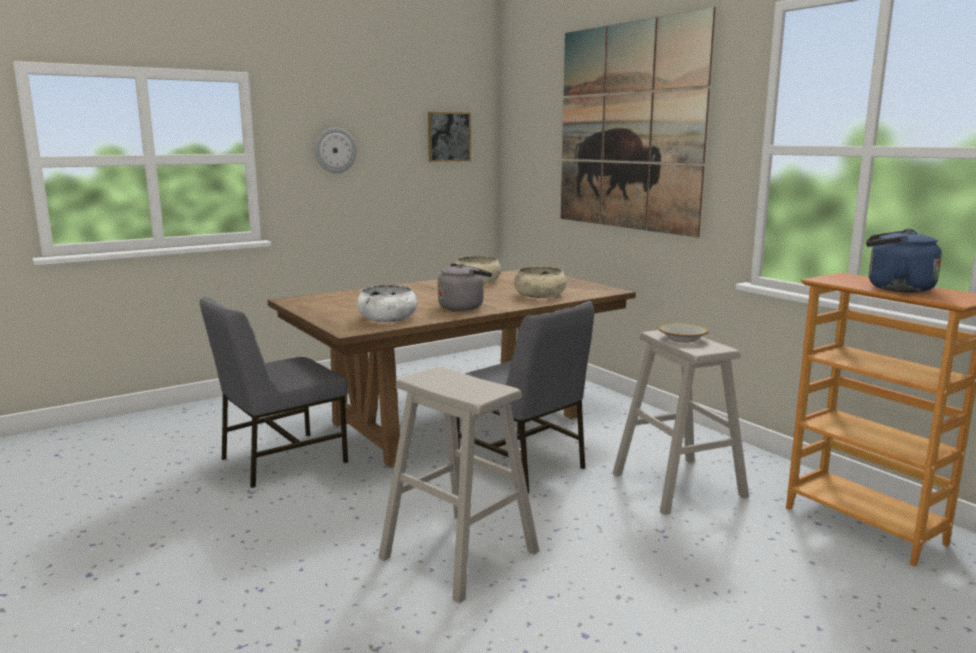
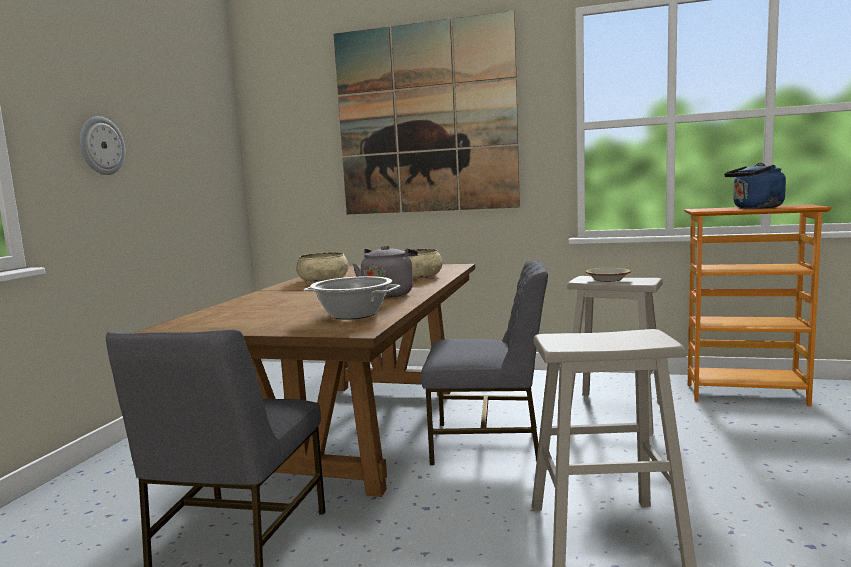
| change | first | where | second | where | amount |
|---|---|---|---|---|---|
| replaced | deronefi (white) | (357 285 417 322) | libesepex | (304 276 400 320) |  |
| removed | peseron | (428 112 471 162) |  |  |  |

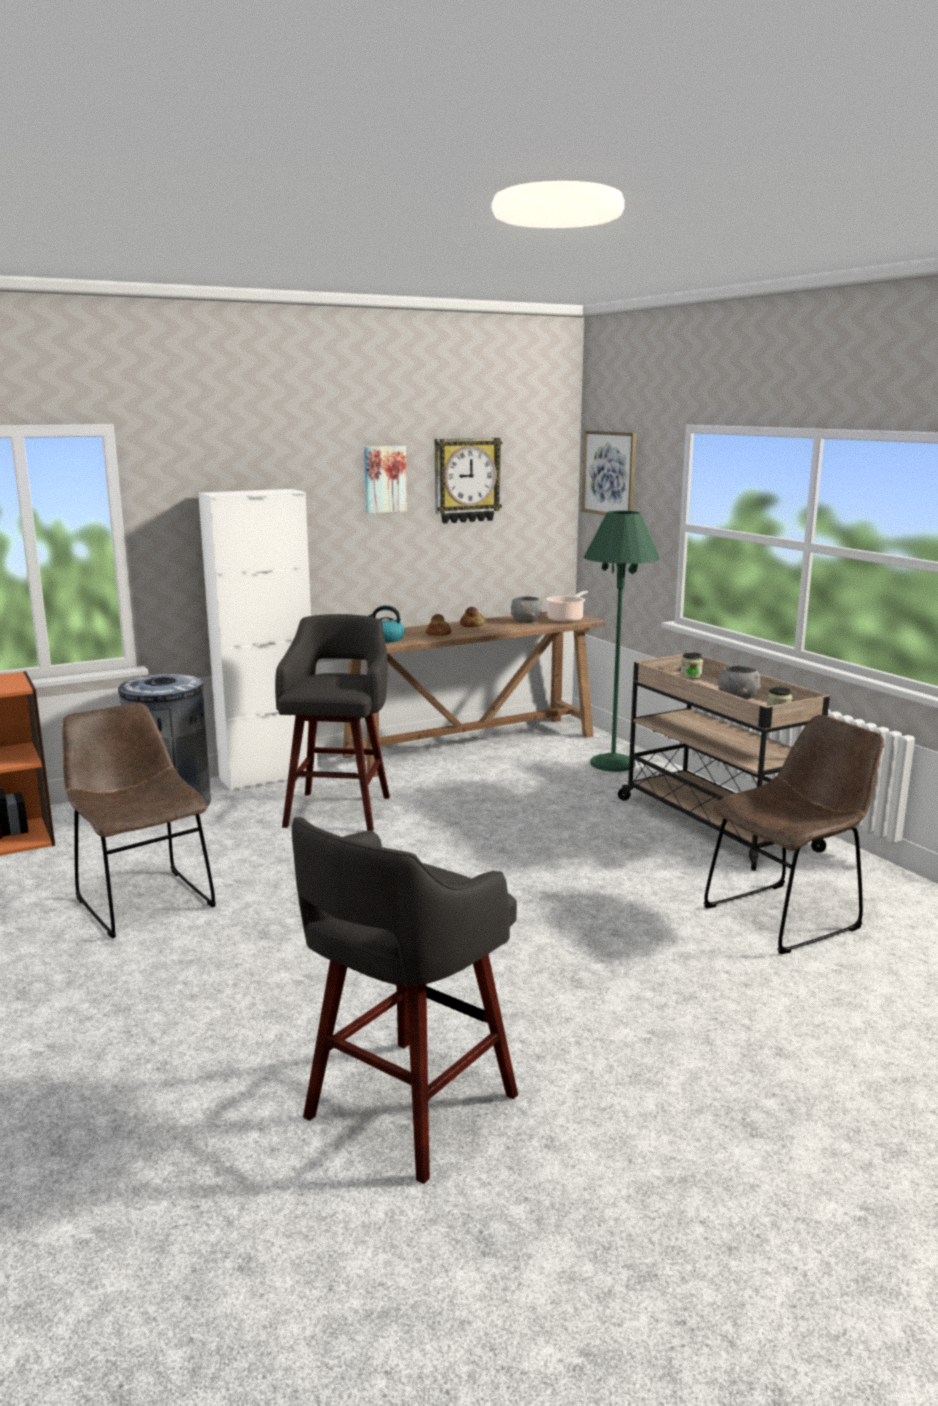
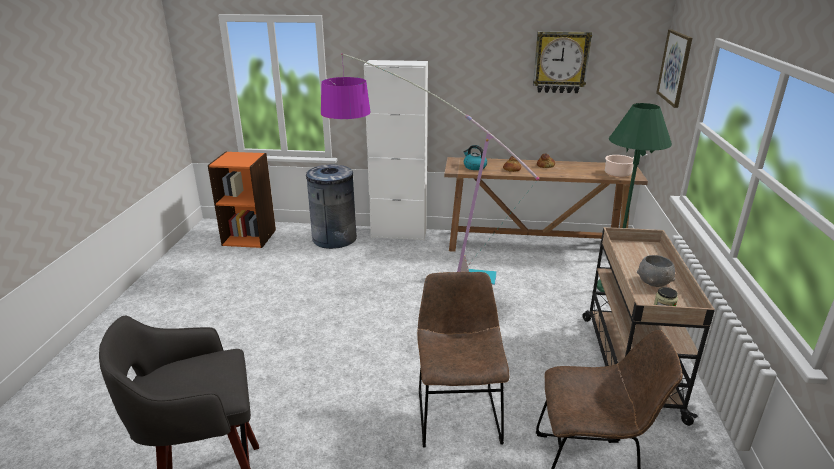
| change | first | where | second | where | amount |
|---|---|---|---|---|---|
| replaced | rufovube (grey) | (275 614 390 831) | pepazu | (321 53 539 285) |  |
| moved | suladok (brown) | (62 702 216 938) |  | (417 272 510 447) |  |
| removed | peseron | (364 446 407 514) |  |  |  |
| removed | deronefi (grey) | (511 596 542 623) |  |  |  |
| removed | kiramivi | (681 652 703 679) |  |  |  |

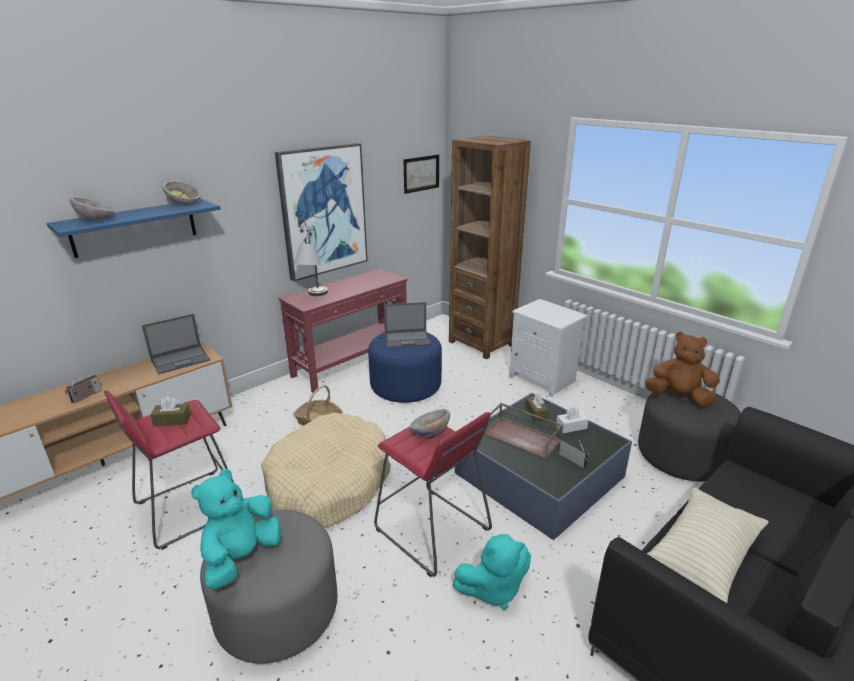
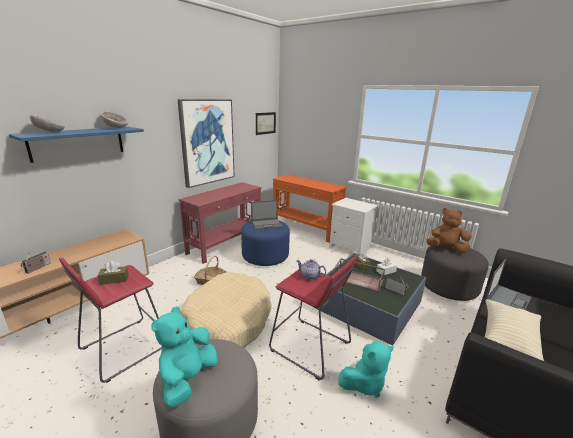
| change | first | where | second | where | amount |
|---|---|---|---|---|---|
| replaced | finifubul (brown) | (449 136 531 359) | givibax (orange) | (273 174 347 243) |  |
| replaced | deronefi | (410 409 450 437) | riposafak | (296 259 326 280) |  |
| moved | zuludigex | (142 314 210 375) |  | (485 259 532 310) |  |
| removed | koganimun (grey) | (294 225 328 296) |  |  |  |

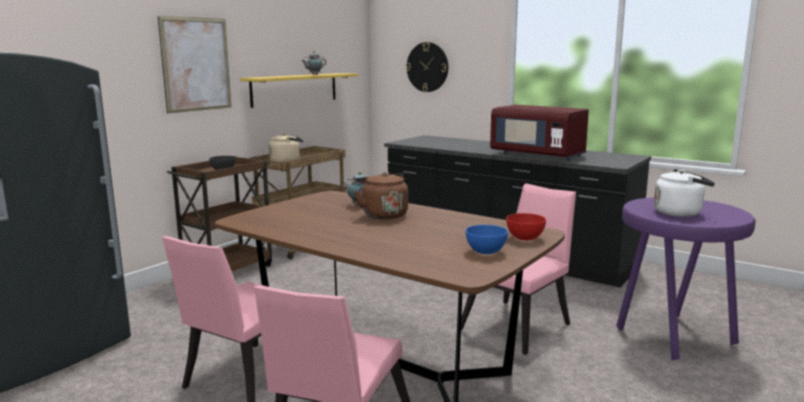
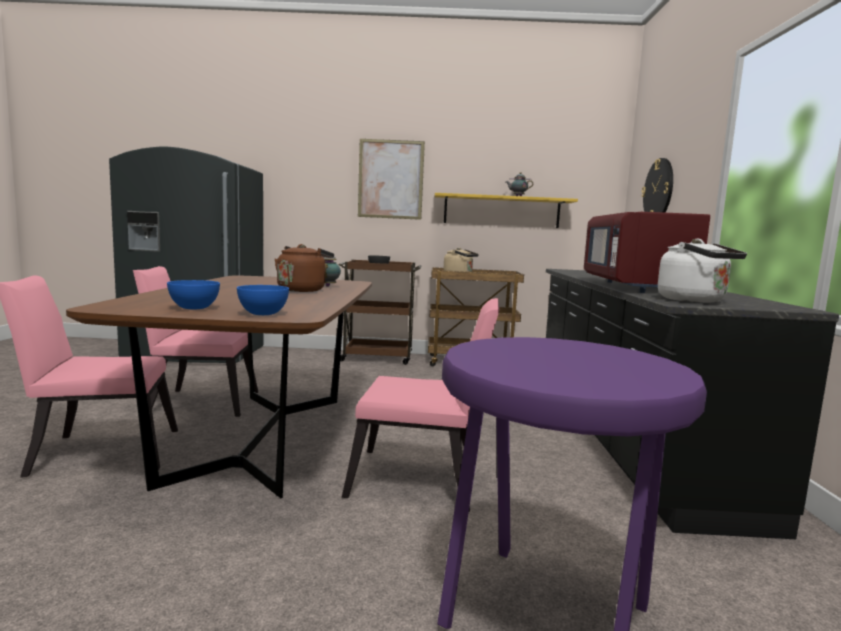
| change | first | where | second | where | amount |
|---|---|---|---|---|---|
| recoloured | deronefi (red) | (506 213 546 240) | deronefi (blue) | (237 285 289 315) |  |
| moved | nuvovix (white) | (654 169 715 217) |  | (658 239 747 303) |  |

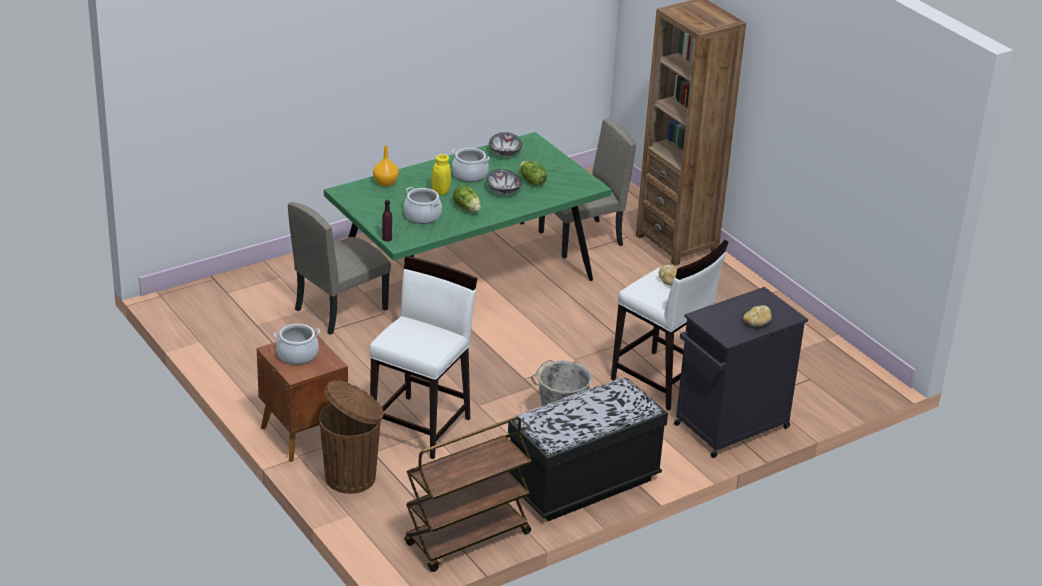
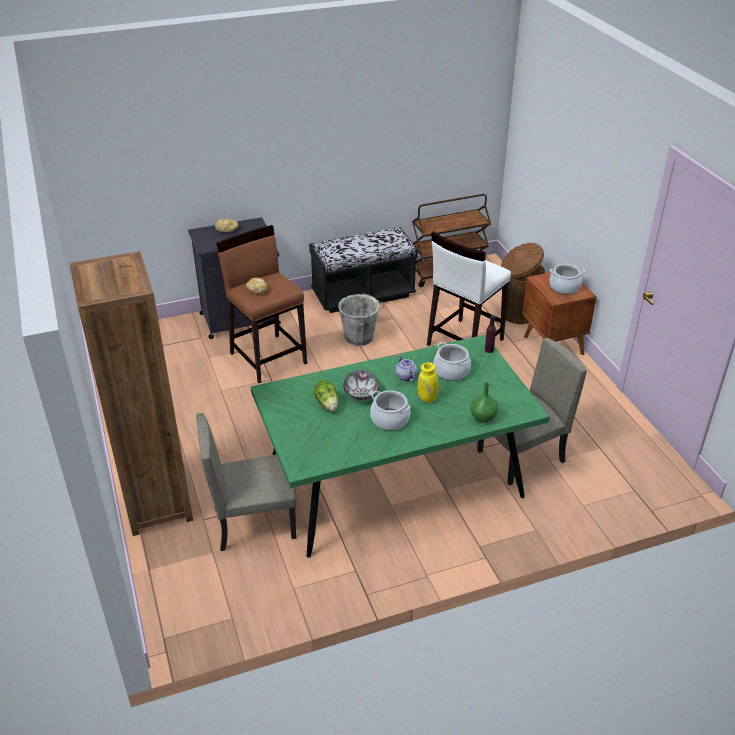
| change | first | where | second | where | amount |
|---|---|---|---|---|---|
| recoloured | rufovube (white) | (611 240 728 411) | rufovube (brown) | (216 225 307 383) |  |
| replaced | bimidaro | (453 185 481 212) | riposafak | (395 355 417 382) |  |
| recoloured | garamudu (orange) | (373 146 399 186) | garamudu (green) | (470 382 498 423) |  |
| removed | deronefi | (489 132 522 157) |  |  |  |

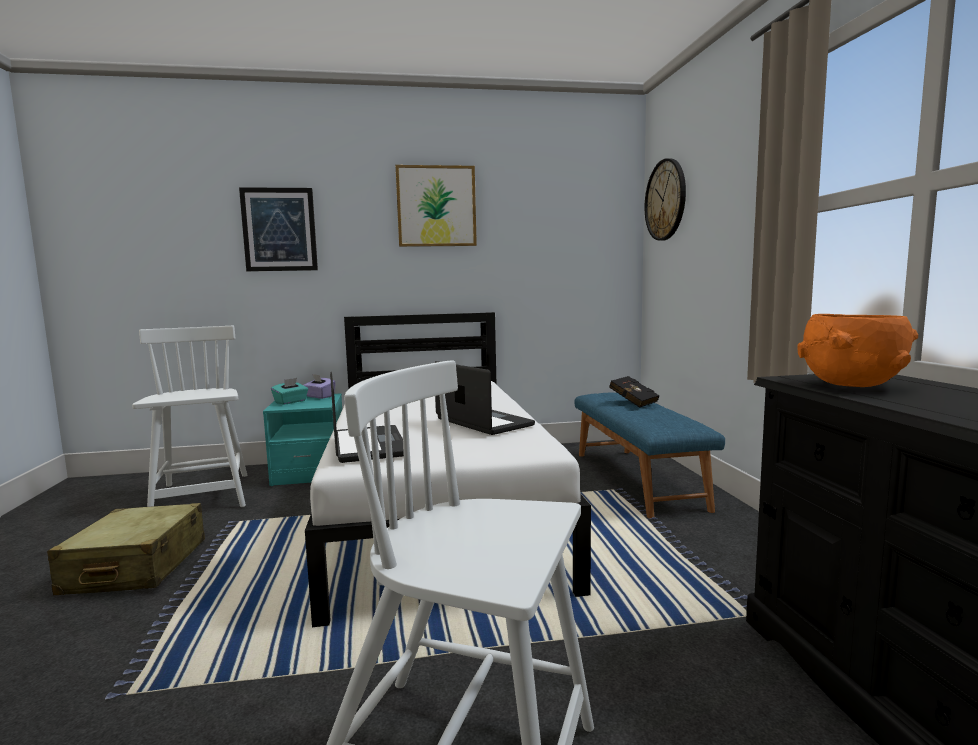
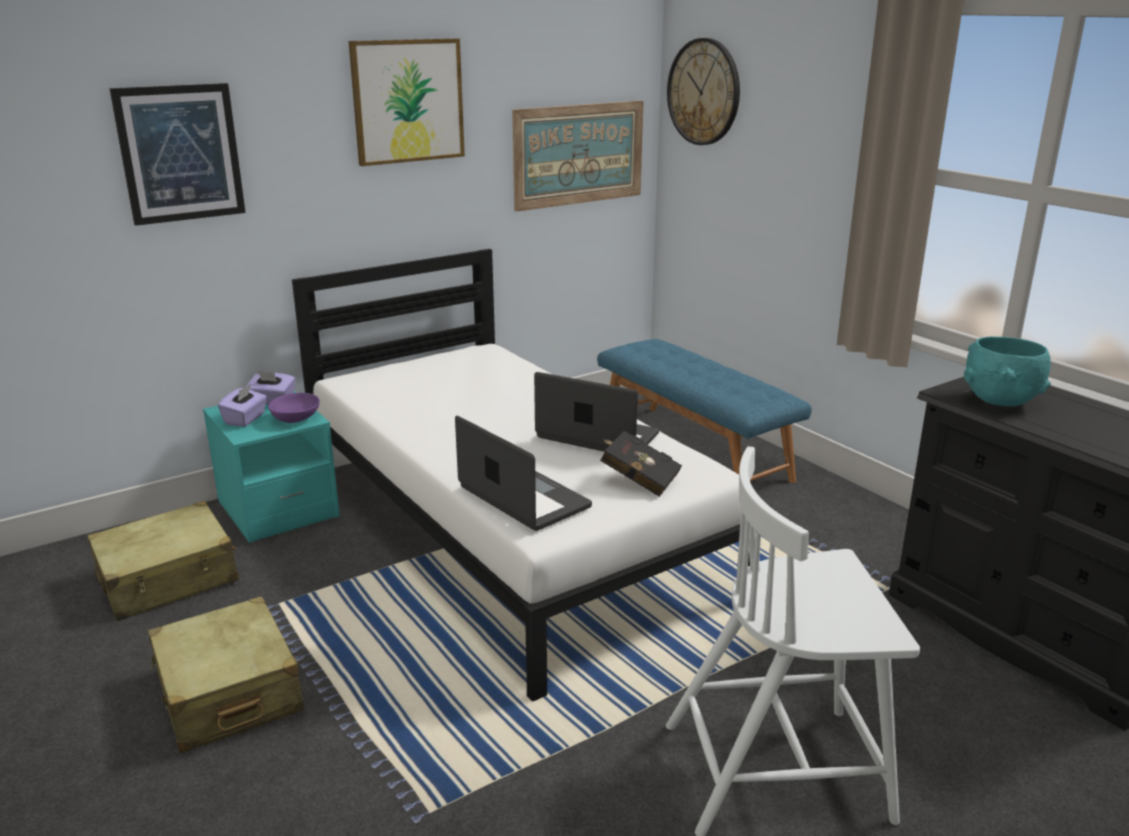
| change | first | where | second | where | amount |
|---|---|---|---|---|---|
| replaced | suladok (white) | (132 326 247 507) | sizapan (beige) | (87 501 239 621) |  |
| recoloured | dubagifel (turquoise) | (271 378 308 405) | dubagifel (purple) | (218 384 267 427) |  |
| added |  |  | deronefi (purple) | (268 393 320 423) |  |
| added |  |  | peseron | (512 101 644 212) |  |
| moved | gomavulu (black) | (609 376 660 408) |  | (600 431 682 497) |  |
| recoloured | deronefi (orange) | (798 314 918 387) | deronefi (turquoise) | (964 336 1051 406) |  |

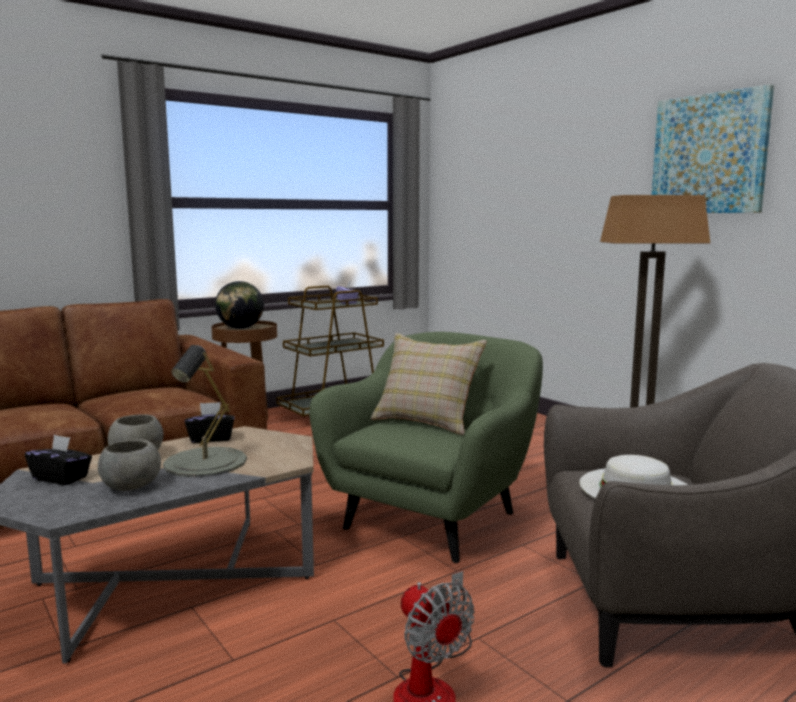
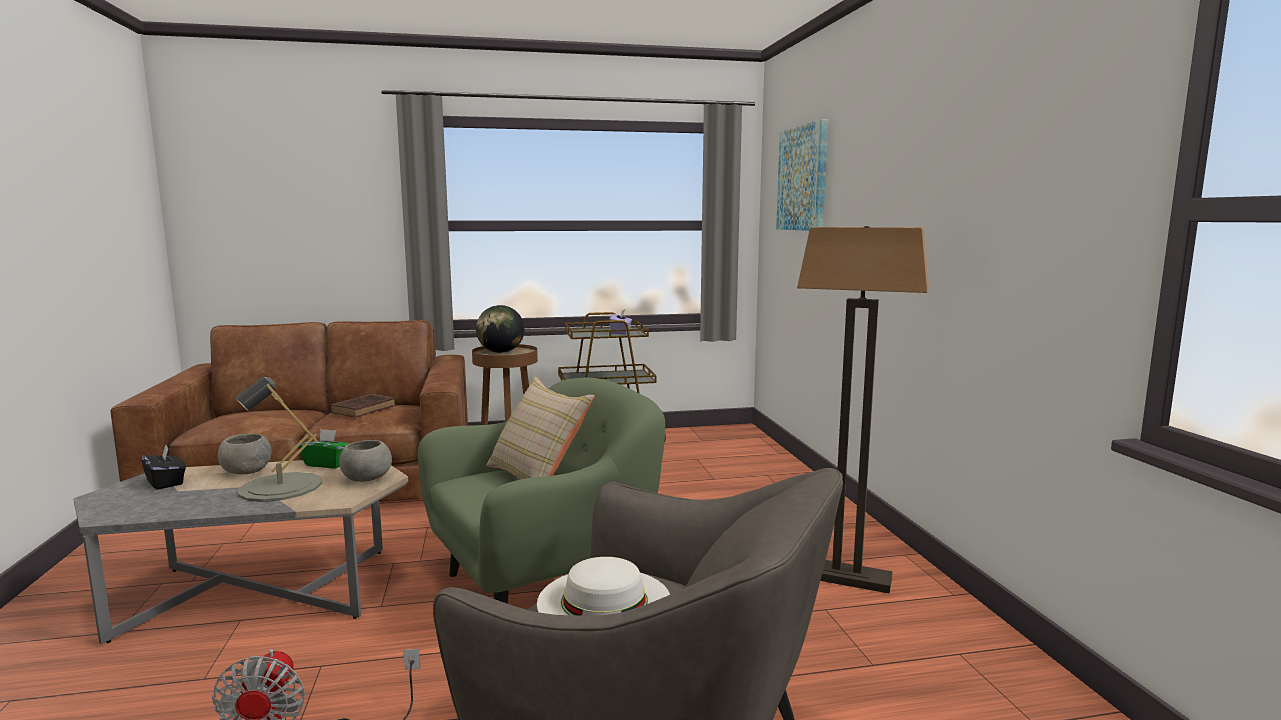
| change | first | where | second | where | amount |
|---|---|---|---|---|---|
| recoloured | dubagifel (black) | (185 402 235 443) | dubagifel (green) | (298 429 349 468) |  |
| added |  |  | gomavulu (brown) | (329 394 396 418) |  |
| moved | deronefi (grey) | (98 439 161 491) |  | (339 440 392 482) |  |
| moved | peseron | (652 84 774 213) |  | (776 119 828 231) |  |

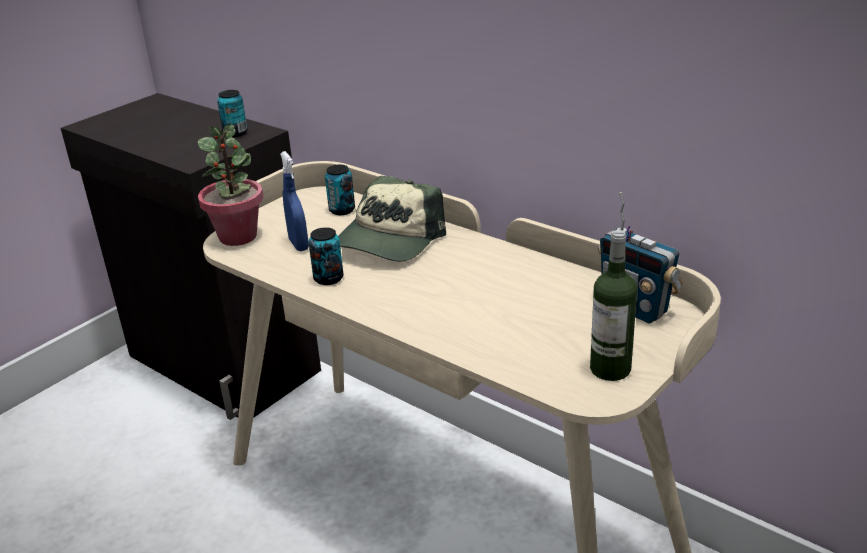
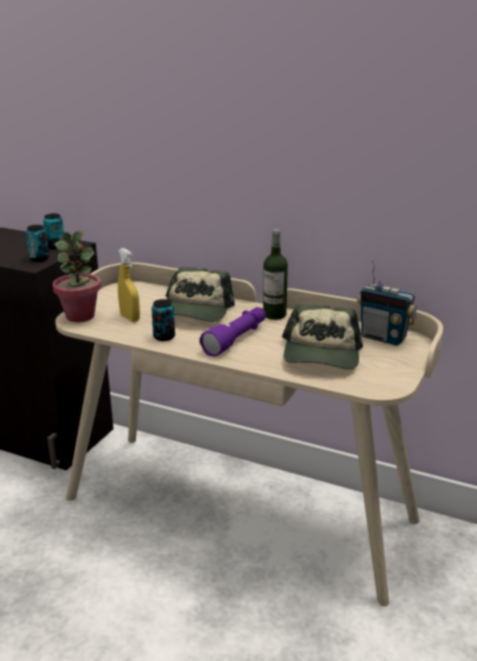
| change | first | where | second | where | amount |
|---|---|---|---|---|---|
| moved | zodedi | (325 165 355 215) |  | (26 225 49 262) |  |
| recoloured | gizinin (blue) | (280 151 309 251) | gizinin (yellow) | (118 248 140 322) |  |
| added |  |  | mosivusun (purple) | (199 307 266 356) |  |
| moved | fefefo | (590 230 637 381) |  | (263 229 288 320) |  |
| added |  |  | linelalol | (282 304 363 369) |  |

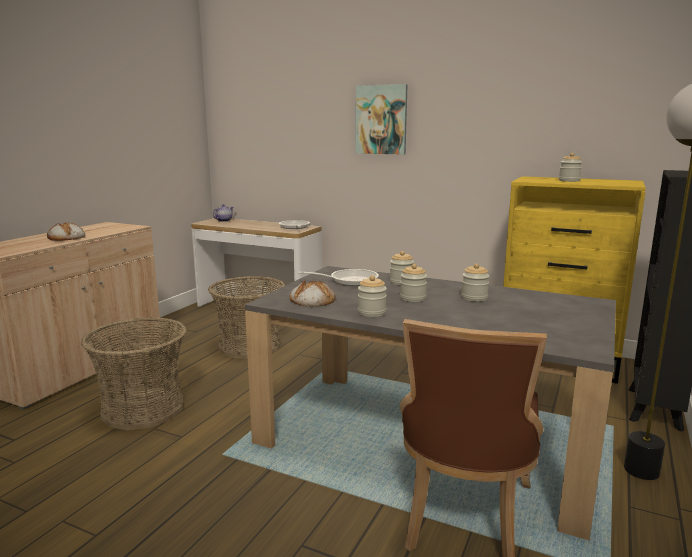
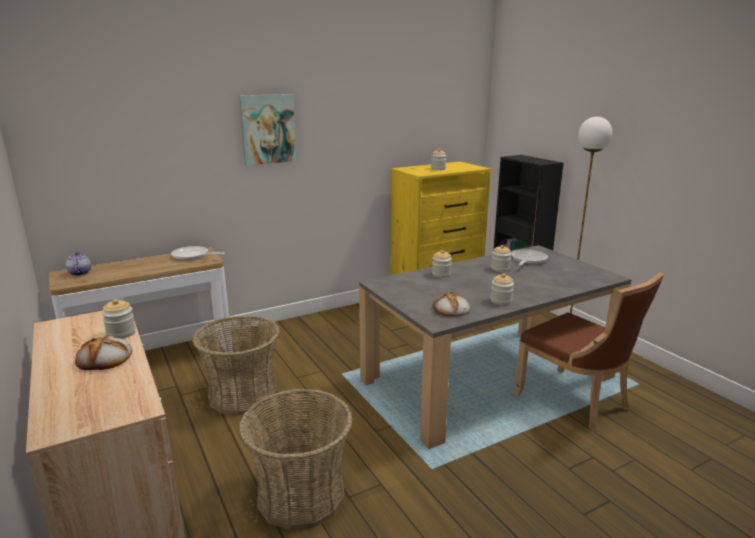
| change | first | where | second | where | amount |
|---|---|---|---|---|---|
| moved | kiramivi | (400 264 427 302) |  | (102 299 136 339) |  |
| moved | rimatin | (298 269 379 286) |  | (511 249 548 265) |  |

